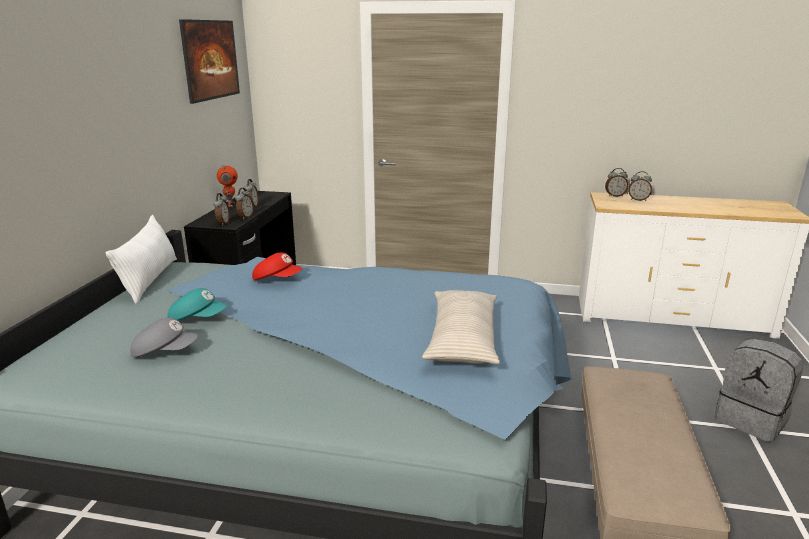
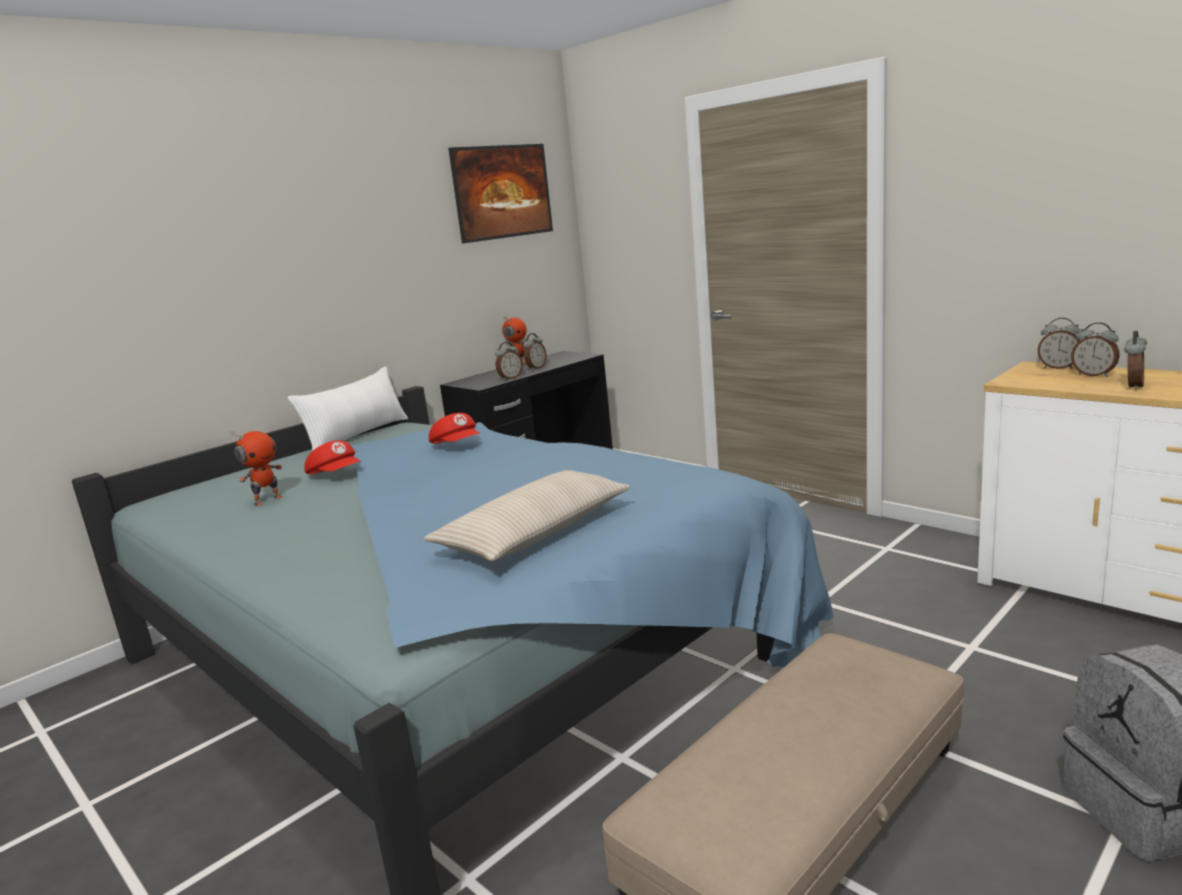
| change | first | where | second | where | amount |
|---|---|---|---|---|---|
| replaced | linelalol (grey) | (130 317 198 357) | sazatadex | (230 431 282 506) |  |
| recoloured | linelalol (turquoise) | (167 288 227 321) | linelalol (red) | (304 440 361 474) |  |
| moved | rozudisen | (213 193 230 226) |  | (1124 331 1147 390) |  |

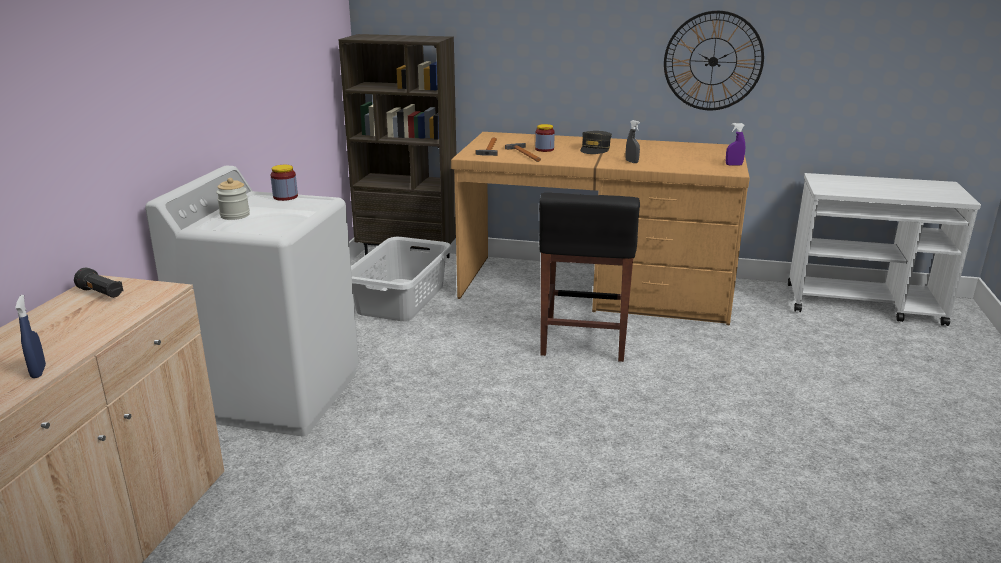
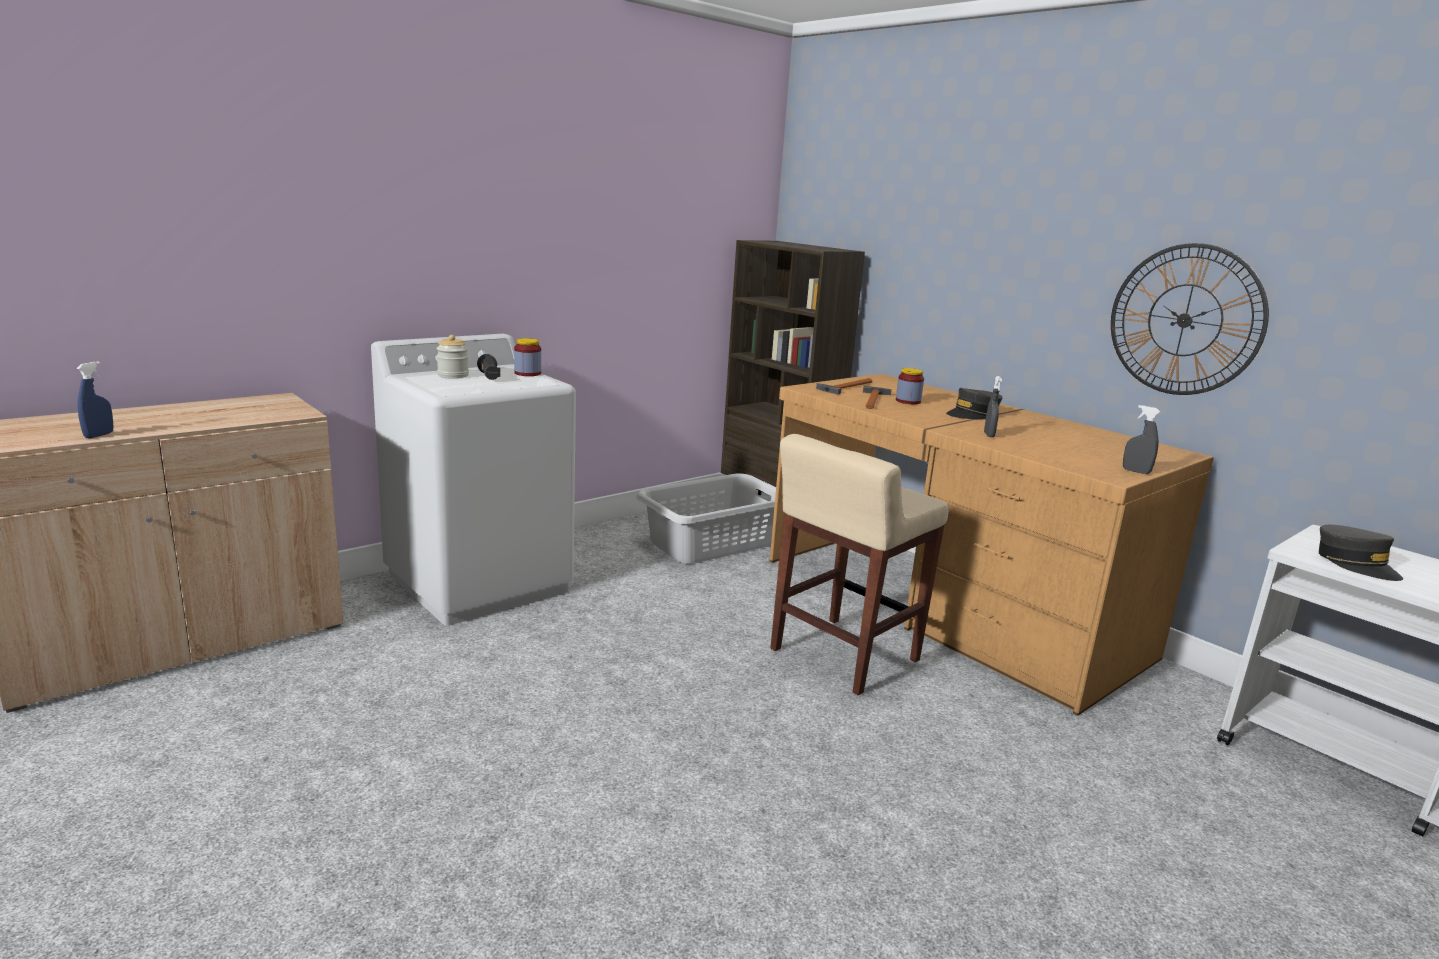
| change | first | where | second | where | amount |
|---|---|---|---|---|---|
| moved | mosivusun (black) | (74 267 123 298) |  | (477 354 500 380) |  |
| recoloured | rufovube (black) | (539 193 640 362) | rufovube (beige) | (770 434 949 696) |  |
| recoloured | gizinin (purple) | (726 123 745 166) | gizinin (grey) | (1123 405 1160 474) |  |
| added |  |  | linelalol (grey) | (1319 525 1403 581) |  |

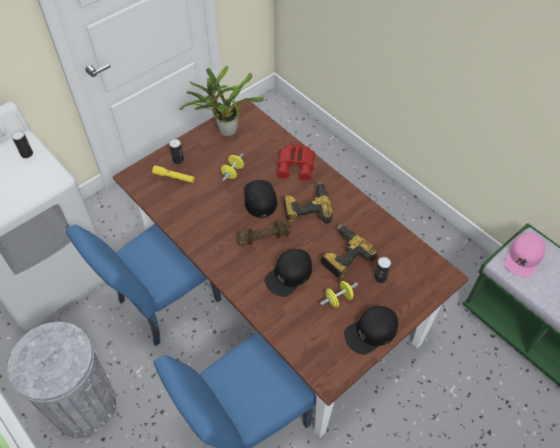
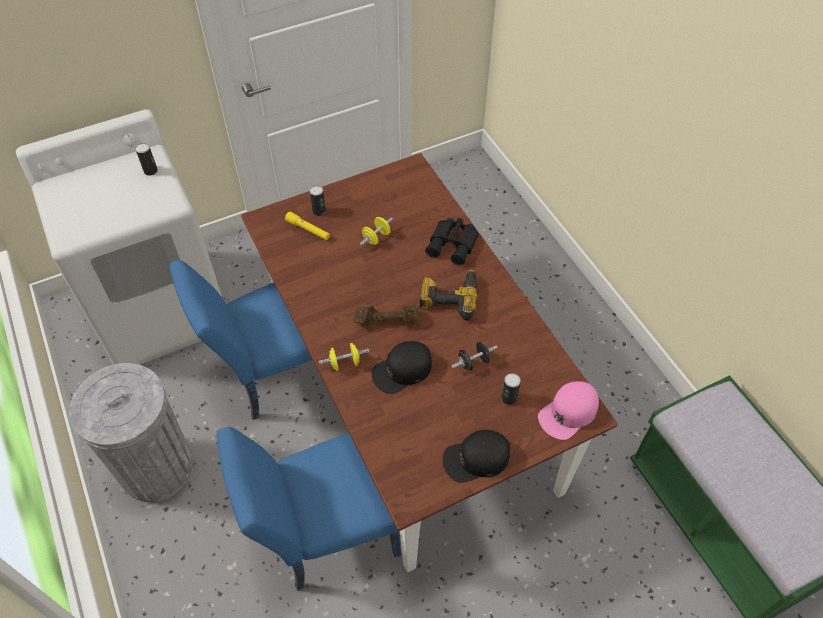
| change | first | where | second | where | amount |
|---|---|---|---|---|---|
| moved | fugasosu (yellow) | (320 281 358 307) |  | (319 343 369 371) |  |
| recoloured | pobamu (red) | (277 143 315 181) | pobamu (black) | (425 218 479 266) |  |
| replaced | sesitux | (321 225 378 279) | fugasosu (black) | (451 341 498 371) |  |
| moved | linelalol (pink) | (504 233 545 277) |  | (538 381 599 440) |  |
| removed | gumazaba | (179 66 264 136) |  |  |  |
| removed | linelalol (black) | (244 180 277 218) |  |  |  |

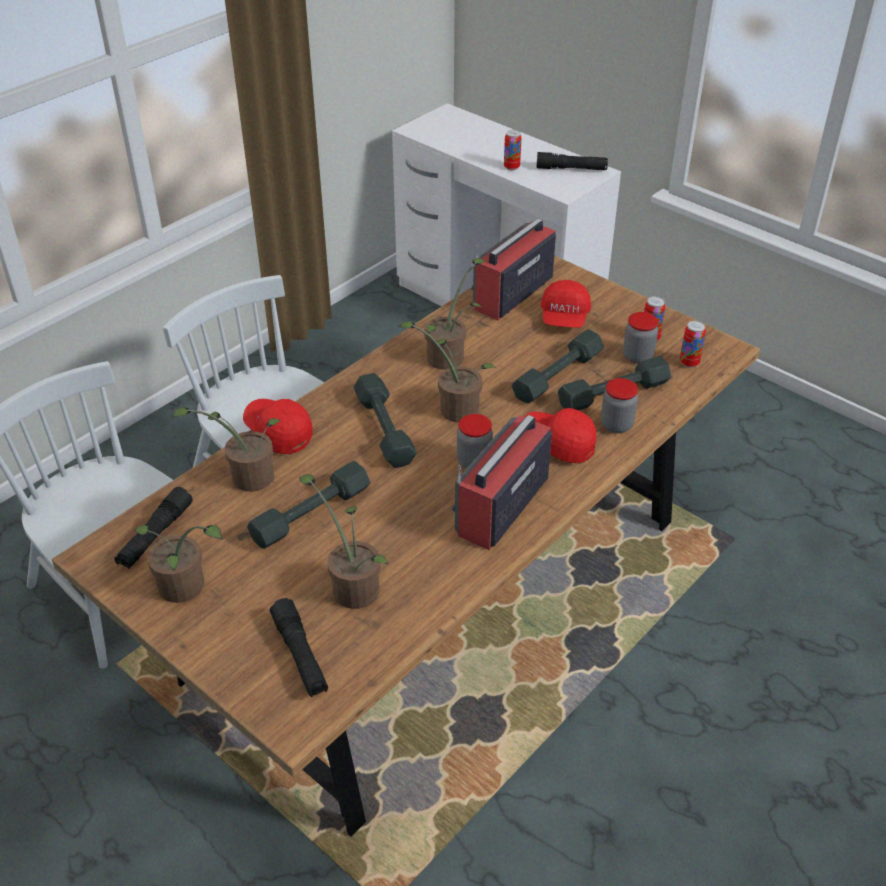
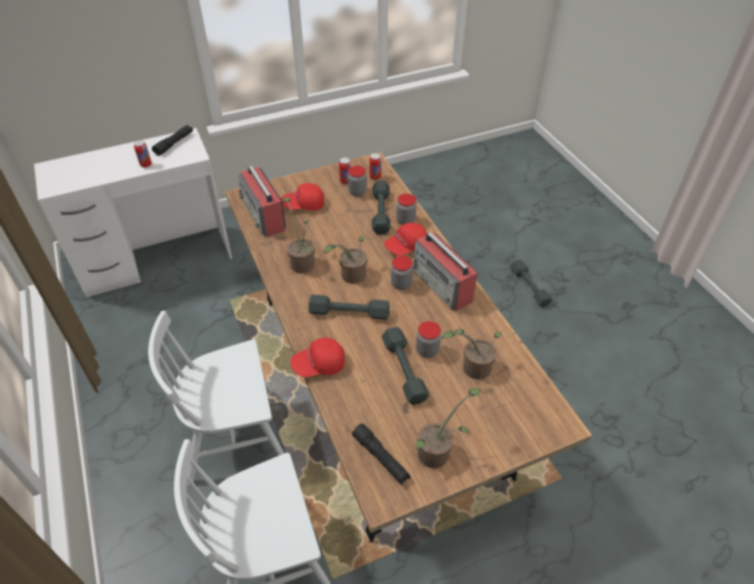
| change | first | where | second | where | amount |
|---|---|---|---|---|---|
| turned | linelalol (red) | (541 280 591 328) |  | (281 183 324 211) | 135 degrees clockwise |
| added |  |  | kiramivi | (416 321 441 358) |  |
| moved | fugasosu (grey) | (511 329 604 403) |  | (510 259 552 307) |  |
| removed | gumazaba | (172 407 281 492) |  |  |  |
| removed | mosivusun (black) | (270 598 328 697) |  |  |  |

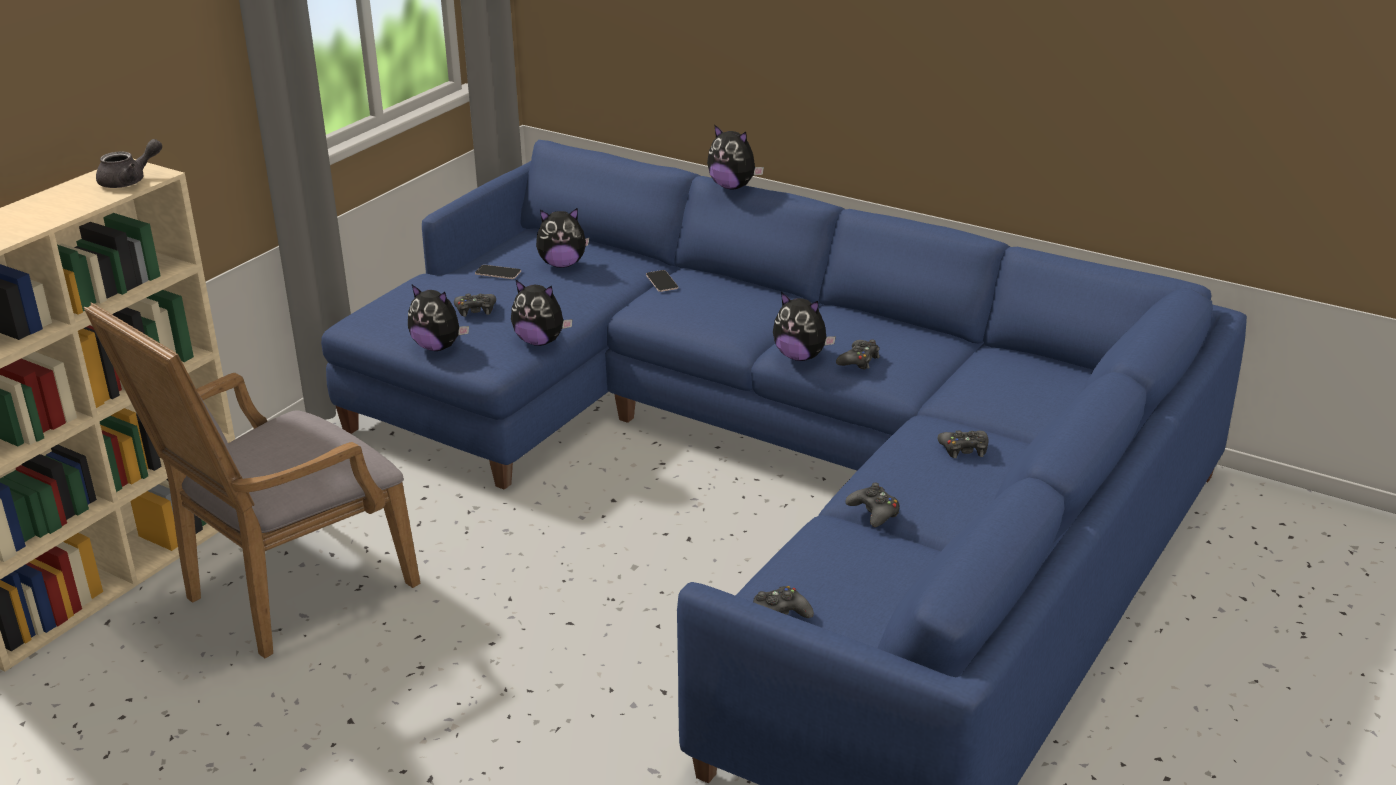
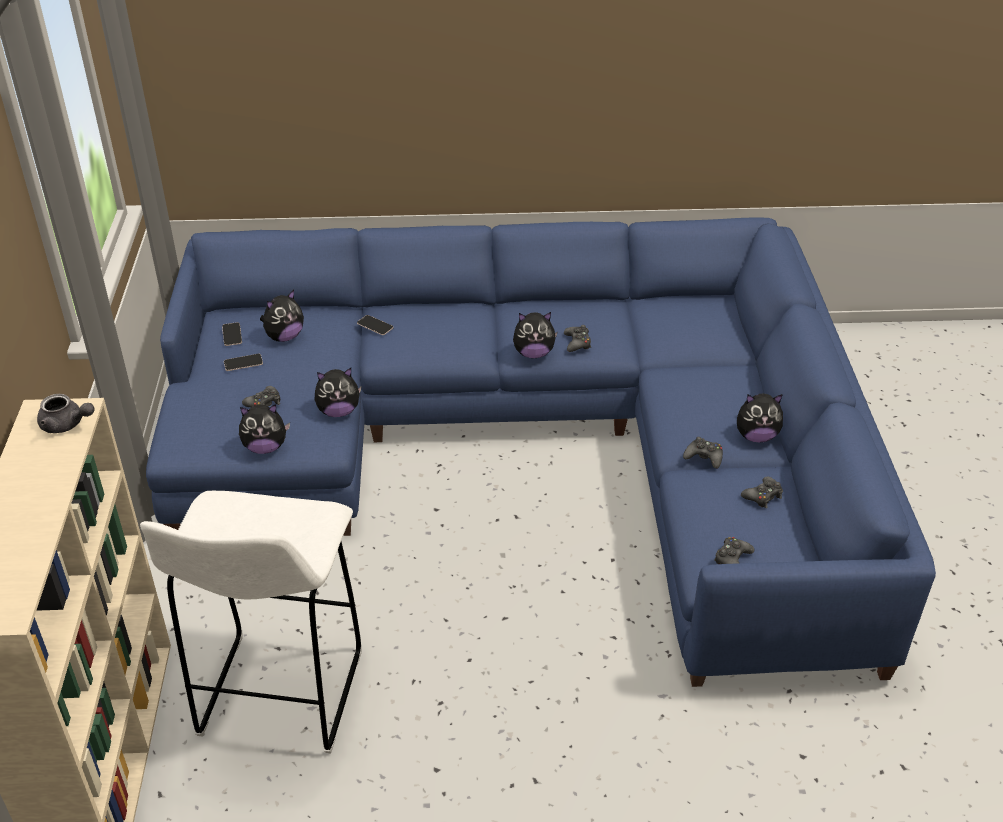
| change | first | where | second | where | amount |
|---|---|---|---|---|---|
| turned | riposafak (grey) | (96 139 162 188) |  | (37 394 95 433) | 90 degrees clockwise |
| replaced | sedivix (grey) | (84 302 421 658) | rufovube (white) | (140 491 362 753) |  |
| added |  |  | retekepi | (222 322 242 346) |  |
| moved | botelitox | (707 124 764 189) |  | (737 394 783 442) |  |
| moved | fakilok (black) | (937 430 989 458) |  | (741 476 783 508) |  |

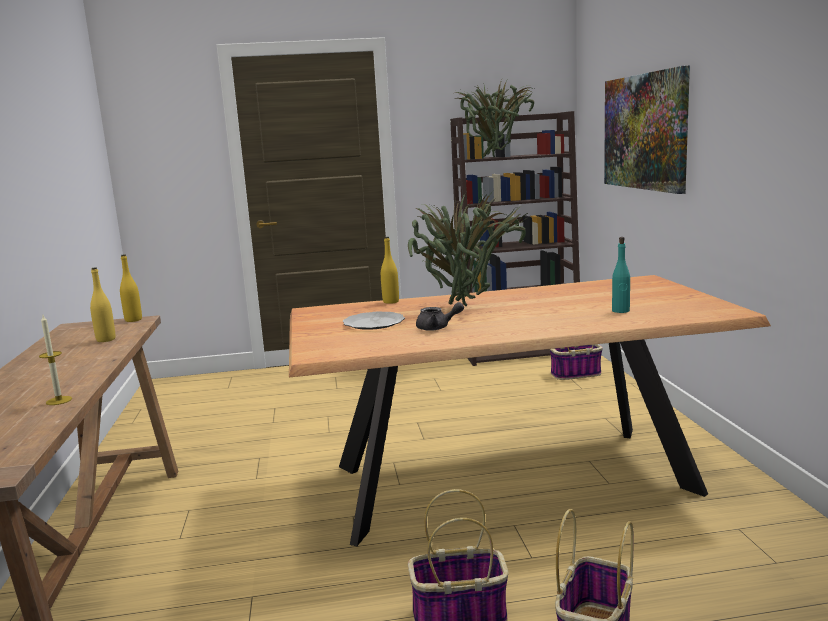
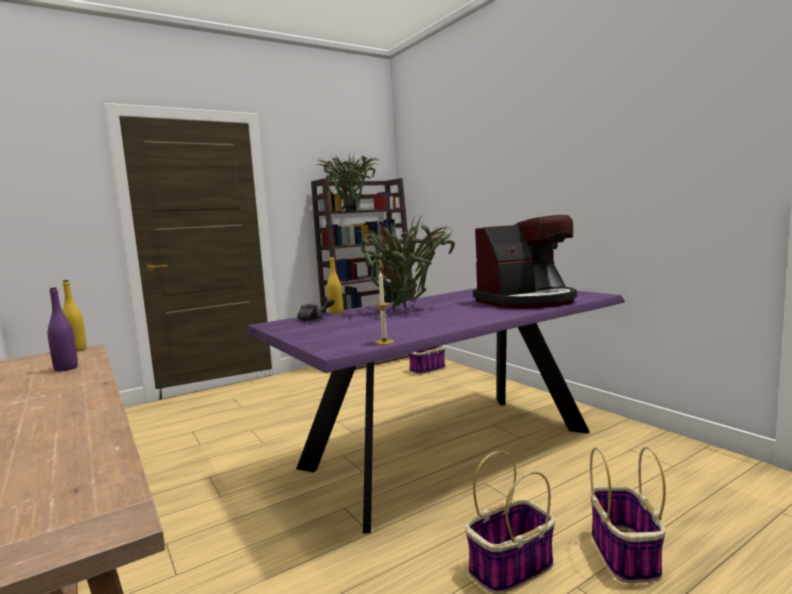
| change | first | where | second | where | amount |
|---|---|---|---|---|---|
| recoloured | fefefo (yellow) | (90 267 115 342) | fefefo (purple) | (48 287 78 371) |  |
| recoloured | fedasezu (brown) | (289 275 771 546) | fedasezu (purple) | (245 288 625 534) |  |
| moved | riposafak (grey) | (416 302 464 331) |  | (297 298 335 321) |  |
| moved | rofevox | (39 315 72 405) |  | (374 271 394 345) |  |
| replaced | fefefo (turquoise) | (612 237 630 313) | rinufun | (473 215 577 308) |  |
| removed | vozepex | (343 311 405 330) |  |  |  |
| removed | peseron | (604 65 690 194) |  |  |  |

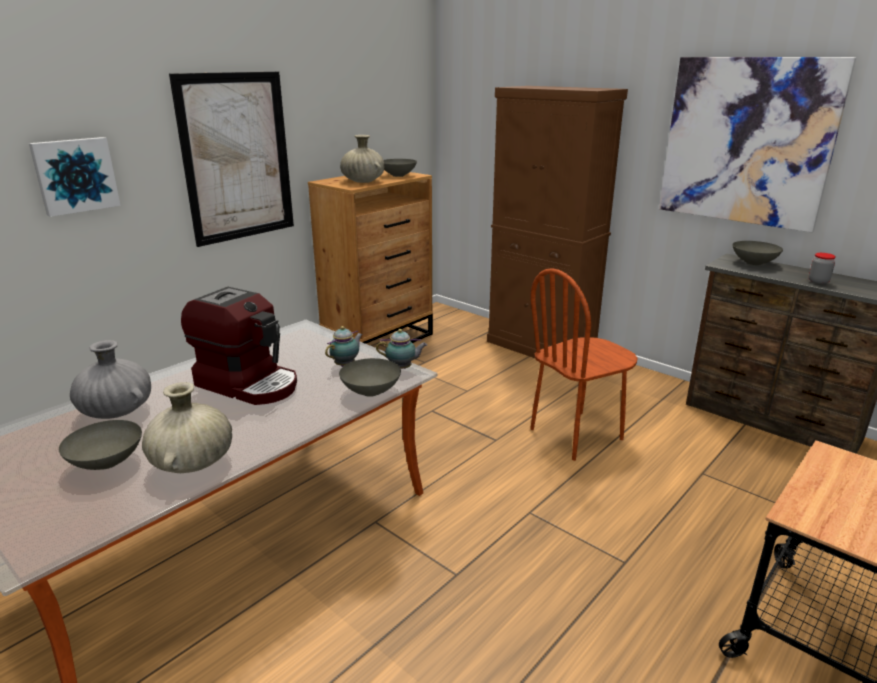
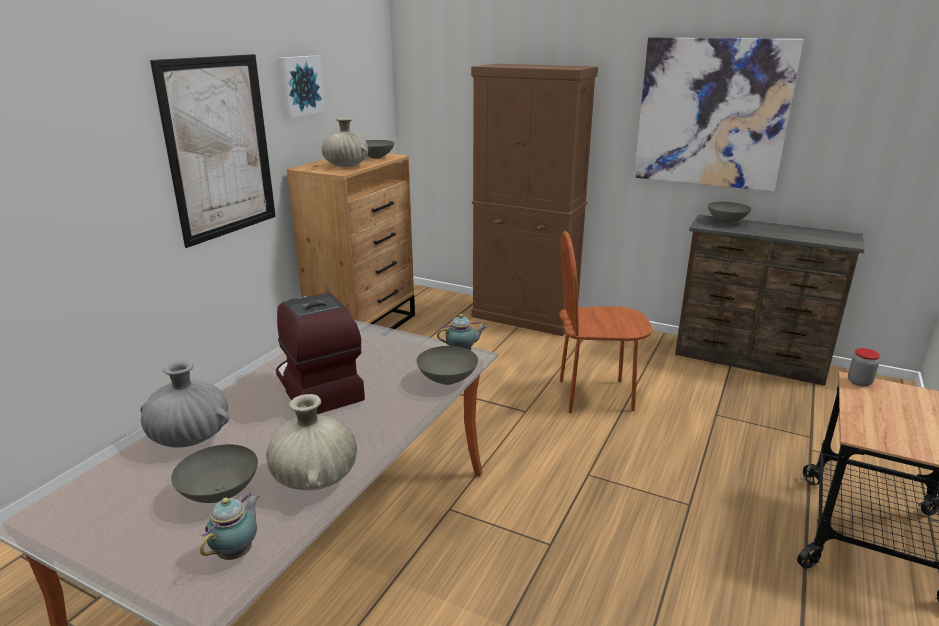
| change | first | where | second | where | amount |
|---|---|---|---|---|---|
| moved | riposafak | (325 326 363 367) |  | (200 493 259 560) |  |
| turned | rinufun | (181 287 297 405) |  | (276 293 365 414) | 135 degrees counterclockwise |
| moved | peseron | (29 137 121 217) |  | (278 55 325 118) |  |
| turned | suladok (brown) | (530 268 637 461) |  | (559 231 653 413) | 45 degrees clockwise |
| moved | kiramivi | (809 253 836 284) |  | (848 348 880 387) |  |

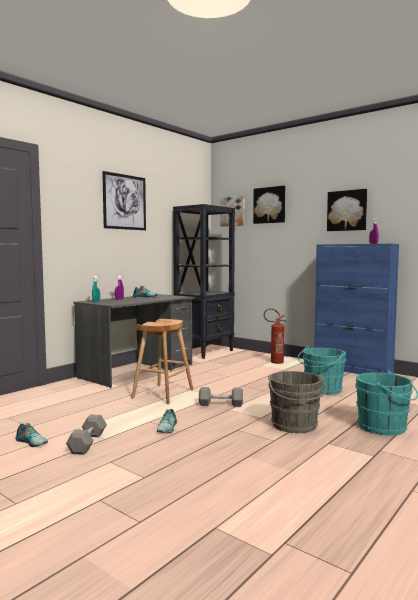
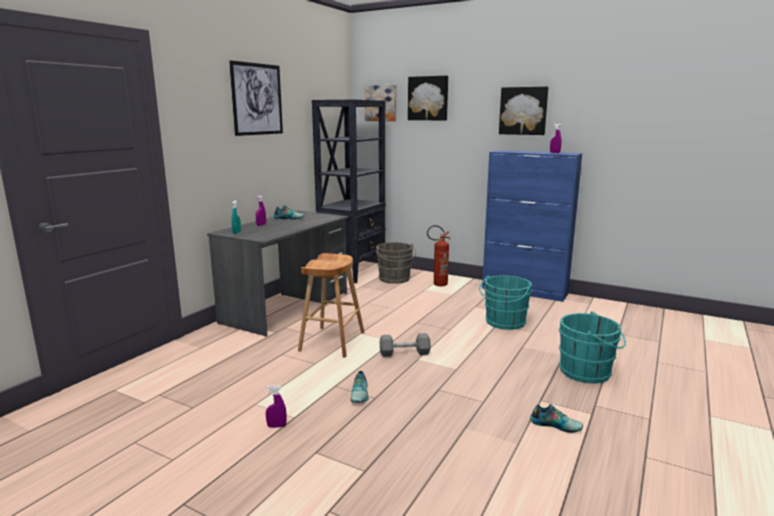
| change | first | where | second | where | amount |
|---|---|---|---|---|---|
| replaced | fugasosu (grey) | (66 415 107 455) | gizinin (purple) | (266 385 287 428) |  |
| moved | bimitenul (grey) | (268 371 327 433) |  | (376 242 416 284) |  |
| moved | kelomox | (16 423 48 447) |  | (530 404 583 433) |  |

